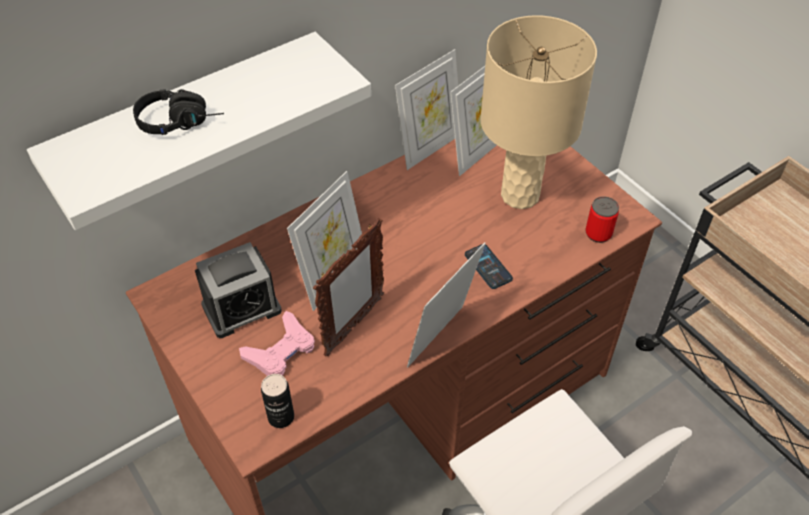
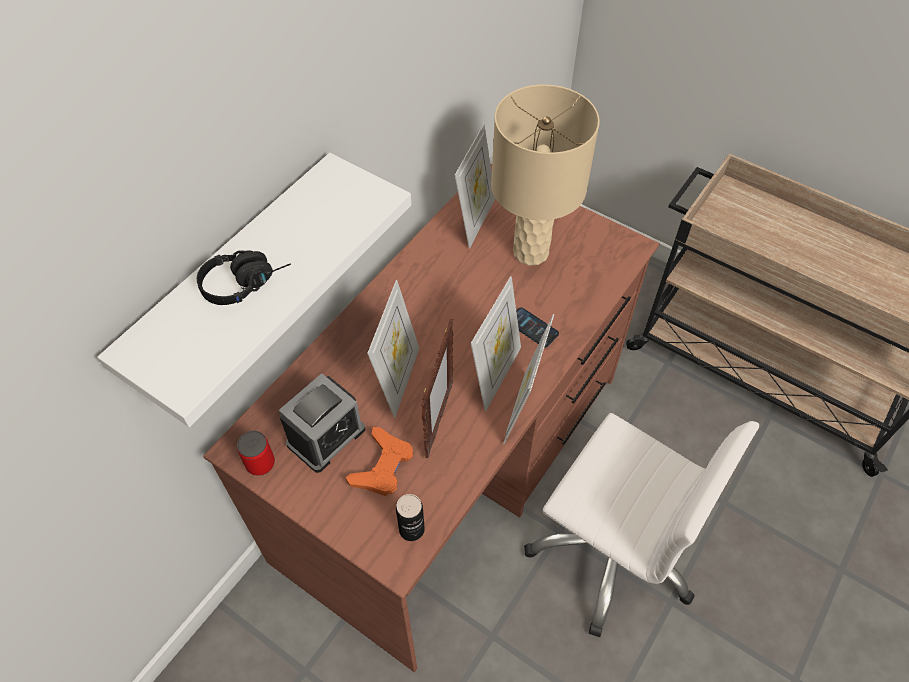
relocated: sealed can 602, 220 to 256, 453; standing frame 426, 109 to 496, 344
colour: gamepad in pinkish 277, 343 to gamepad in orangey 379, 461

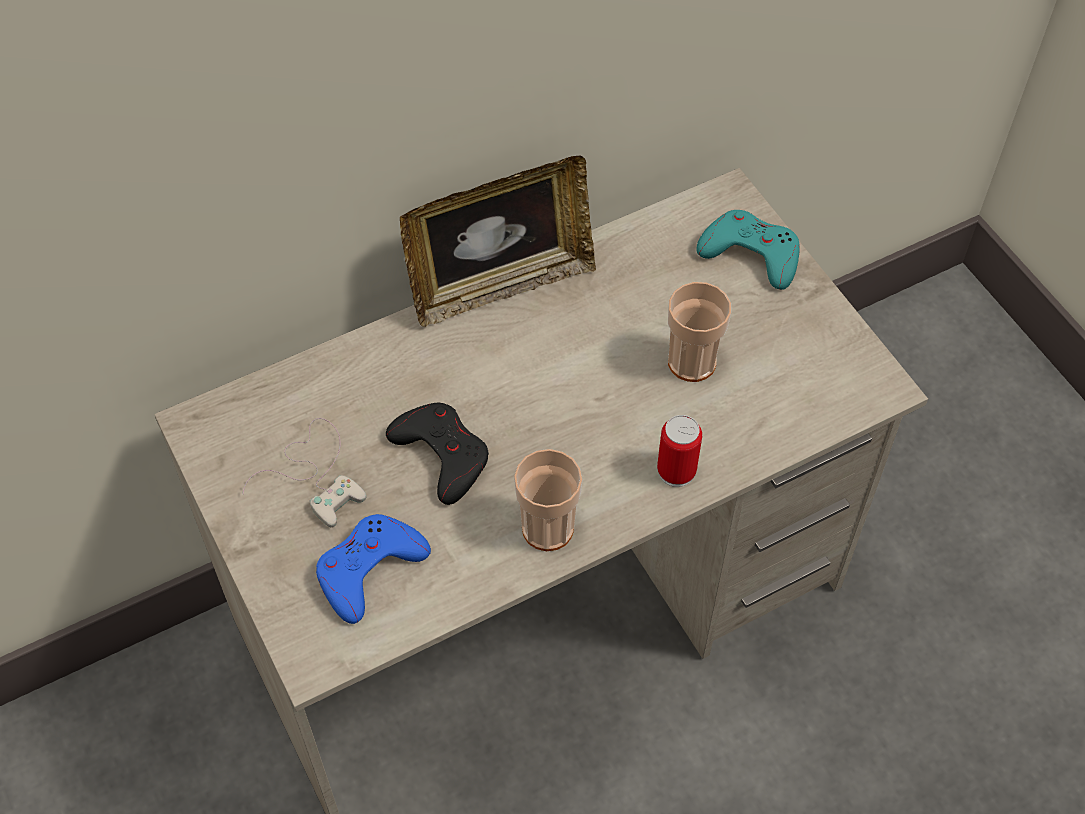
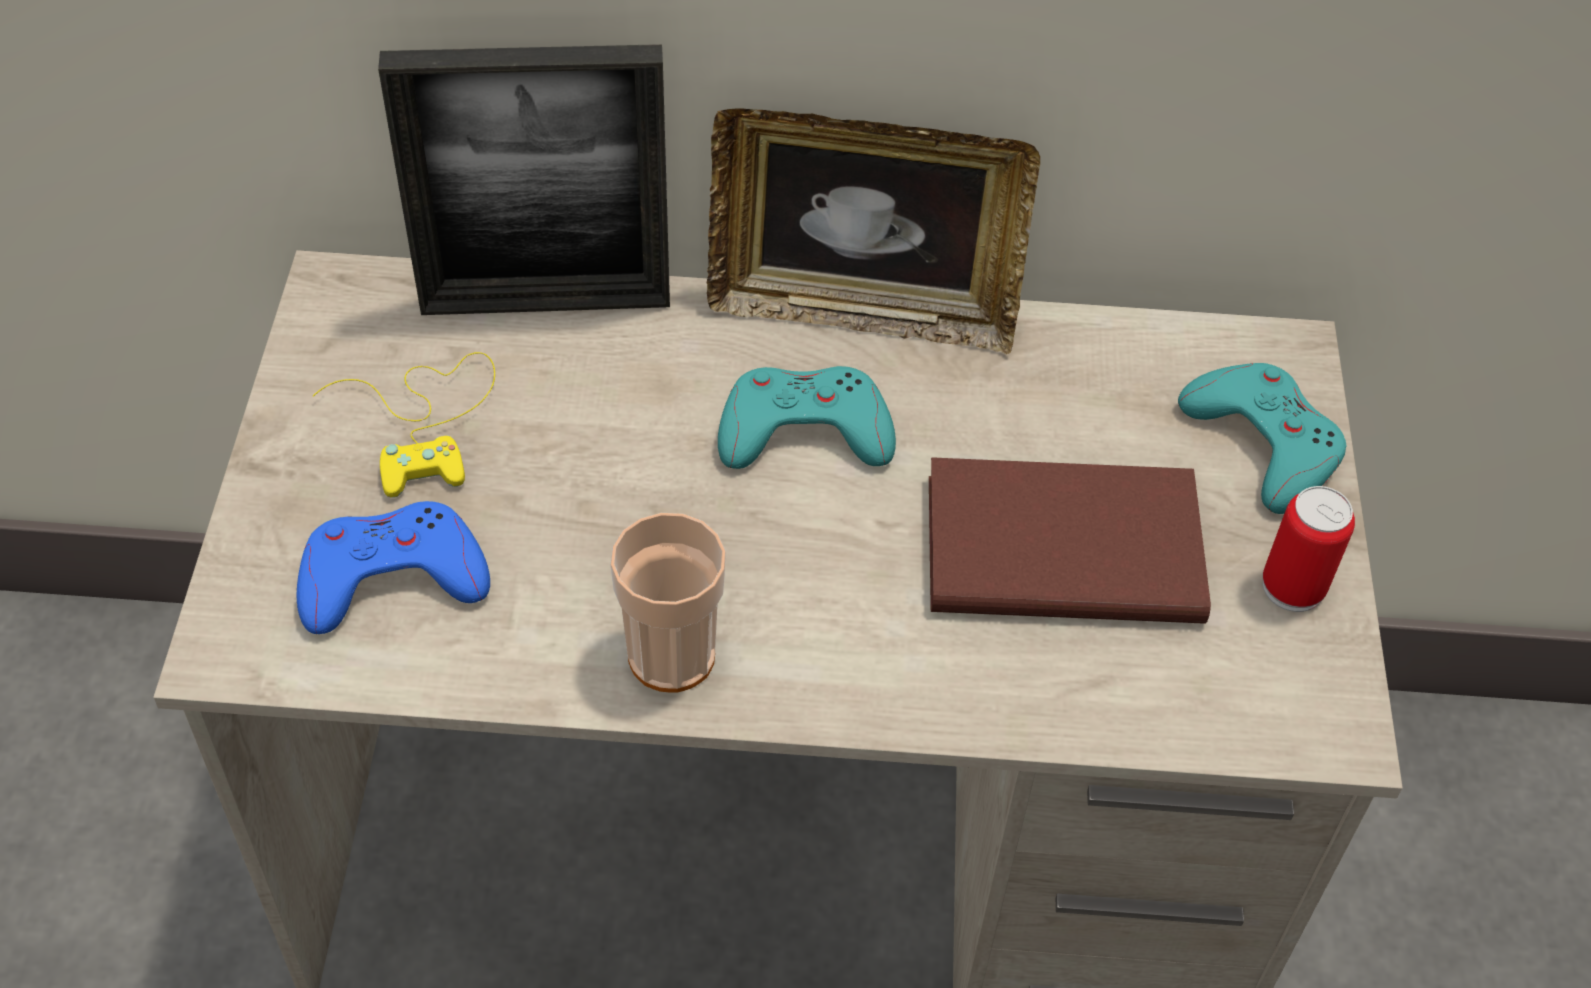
missing: gamepad in black 437, 453
appeared: standing frame 524, 179; gamepad in turquoise 807, 417
relocated: sealed can 679, 451 to 1309, 549
exchanged: drinking cup 699, 332 to book in brown 1070, 540
colour: gamepad in white-coloured 305, 472 to gamepad in yellow 404, 425

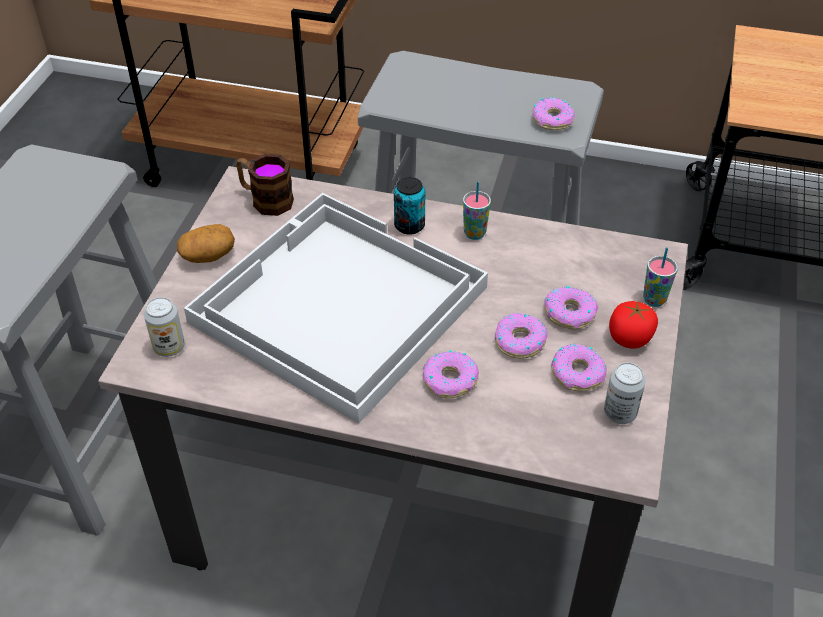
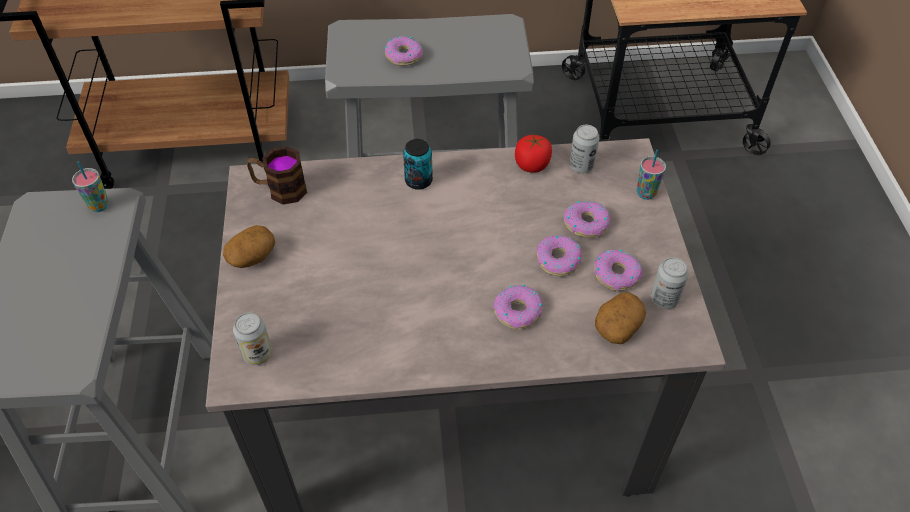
missing: serving tray in white-coloured 336, 308
appeared: sealed can 584, 149; potato 620, 318
relocated: drinking cup 477, 211 to 90, 186; doughnut 553, 113 to 404, 51; whole tomato 633, 324 to 533, 153

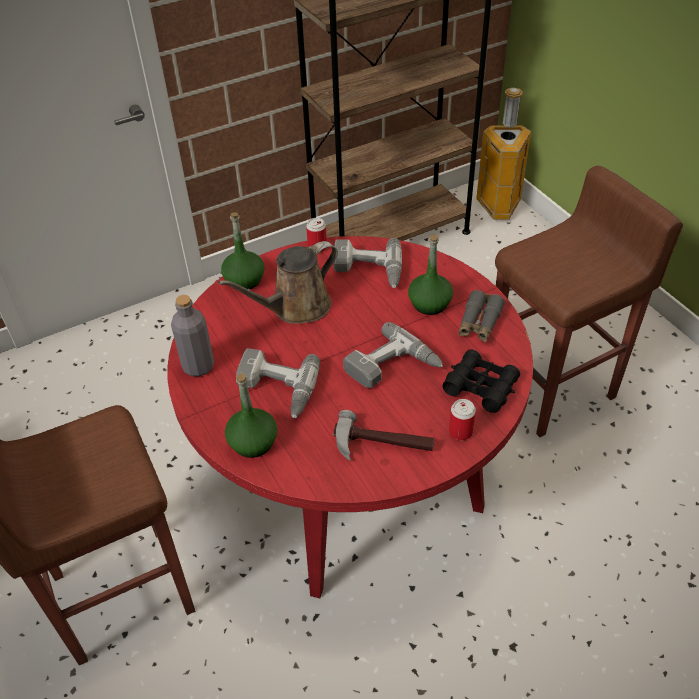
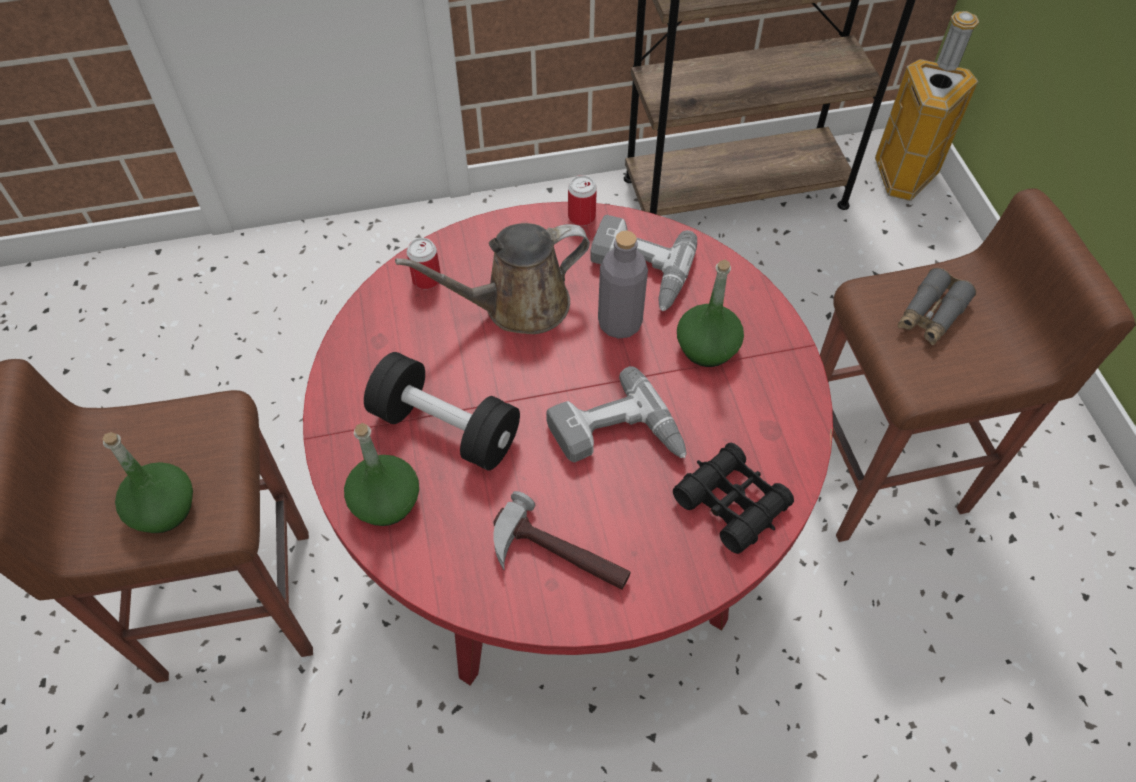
relocated: bottle in green-coloured 243, 250 to 147, 482; sealed can 462, 420 to 424, 263; bottle in grey 192, 335 to 623, 285; binoculars in grey 481, 316 to 937, 306
exchanged: drill 278, 383 to dumbbell in black 442, 411

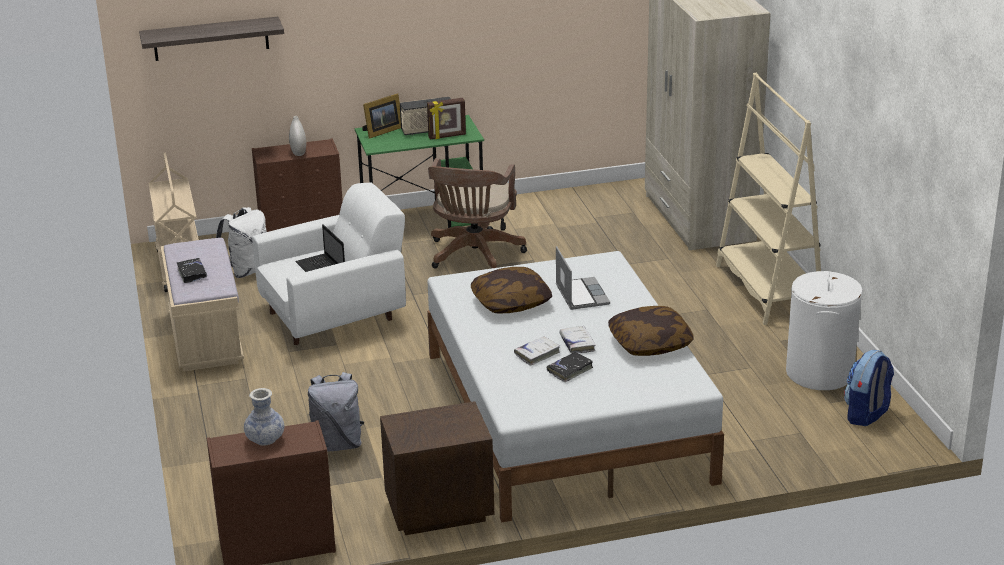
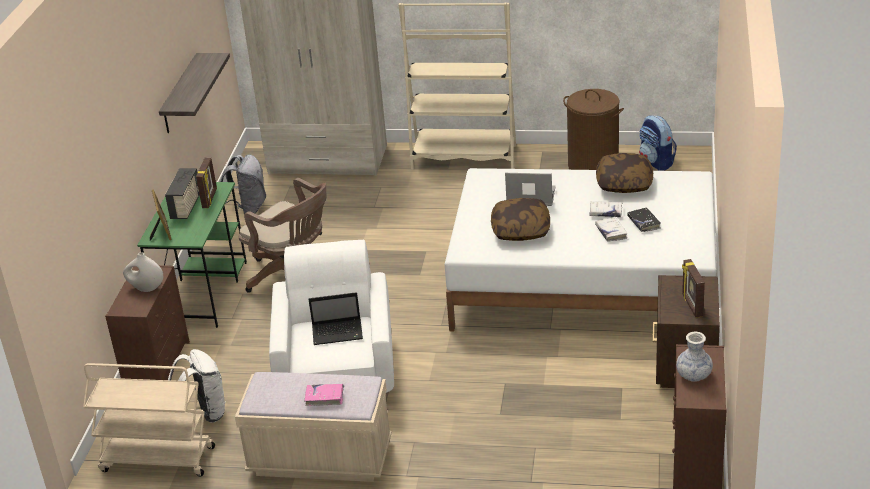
appeared: standing frame 693, 288
relocated: wall shelf 211, 39 to 194, 93; rucksack in grey 336, 412 to 243, 184
colour: book in black 192, 270 to book in pinkish 324, 395; washing basket in white-coloured 824, 330 to washing basket in brown 593, 129

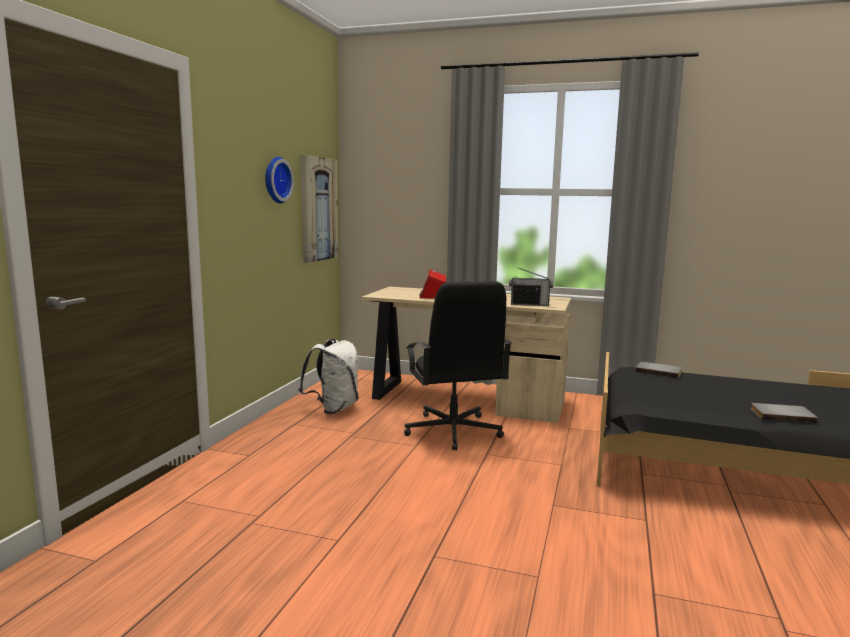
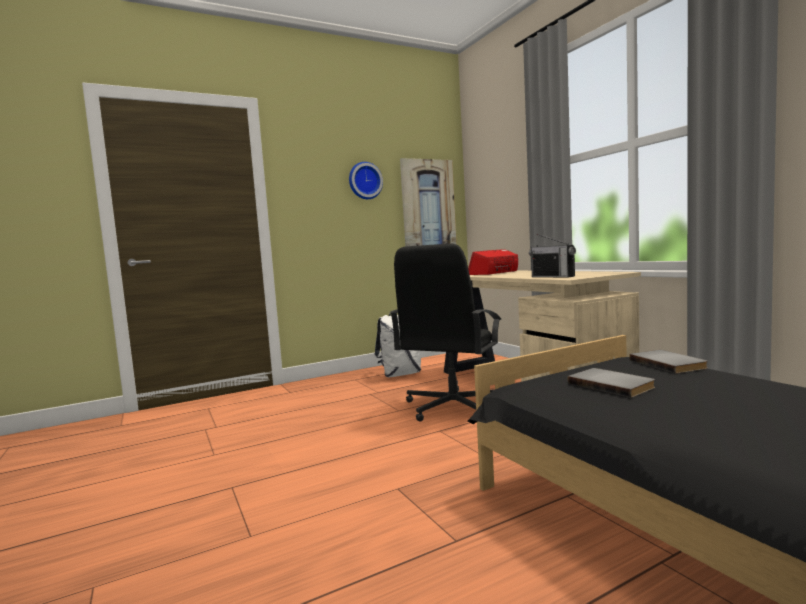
relocated: book in grey 784, 413 to 611, 383

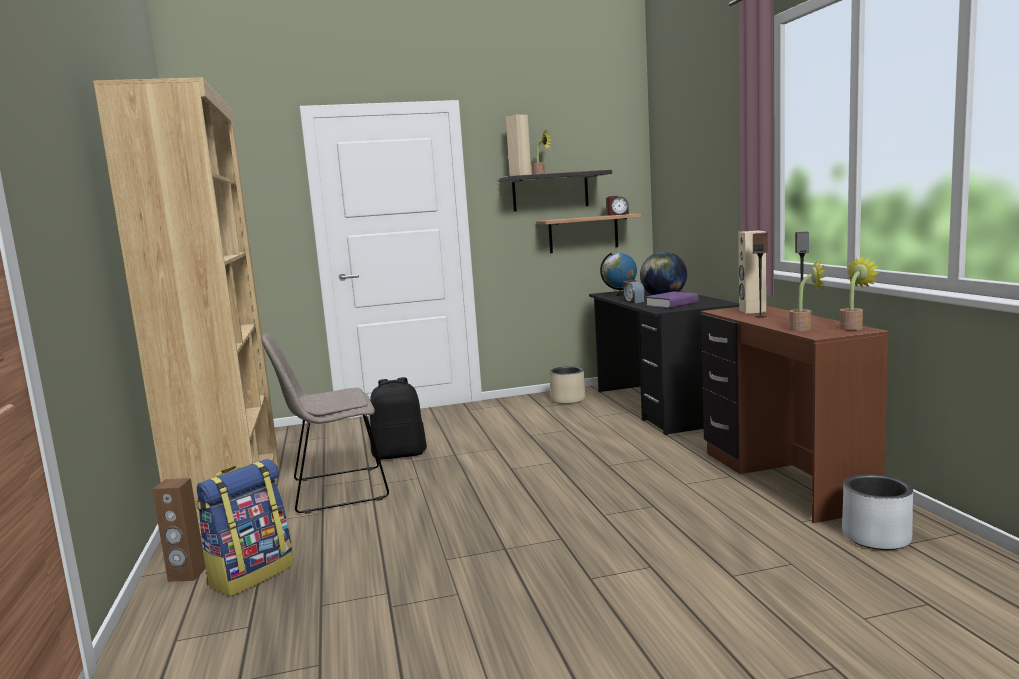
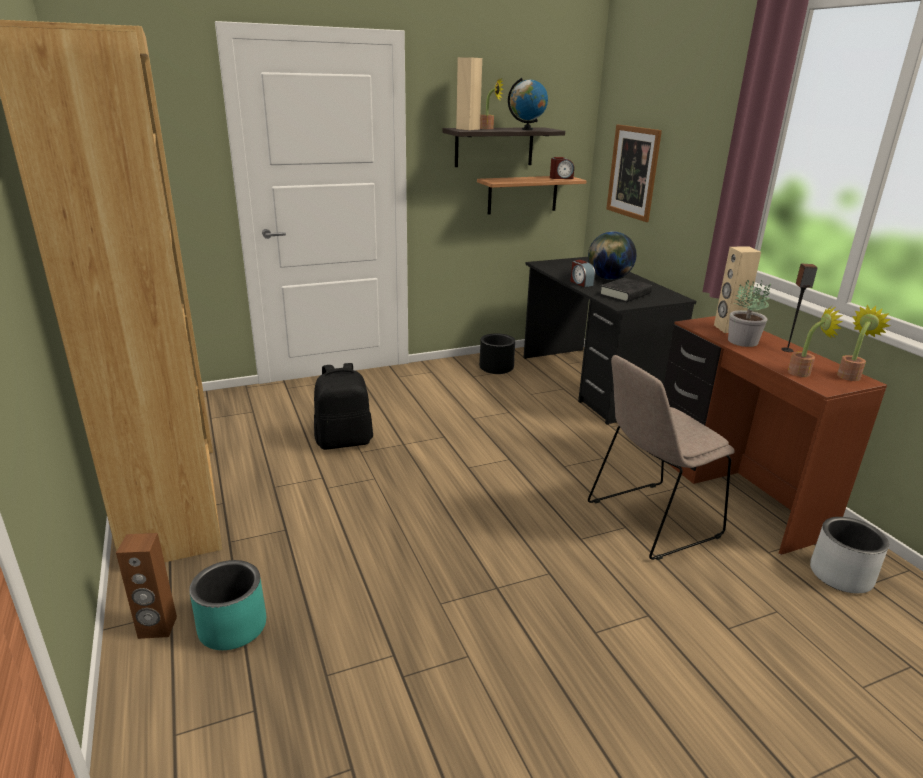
appeared: wall art 634, 173
relocated: desk globe 618, 274 to 528, 104; plain chair in sand-coloured 325, 424 to 661, 457
exchanged: rucksack 245, 527 to planter in turquoise 227, 605; speaker 760, 275 to potted plant 749, 313
colour: planter in sand-coloured 567, 385 to planter in black 497, 354; book in purplish 672, 300 to book in black 626, 290

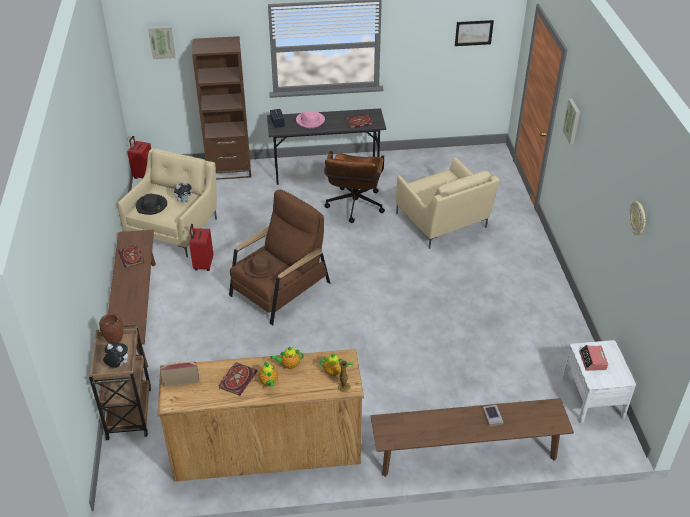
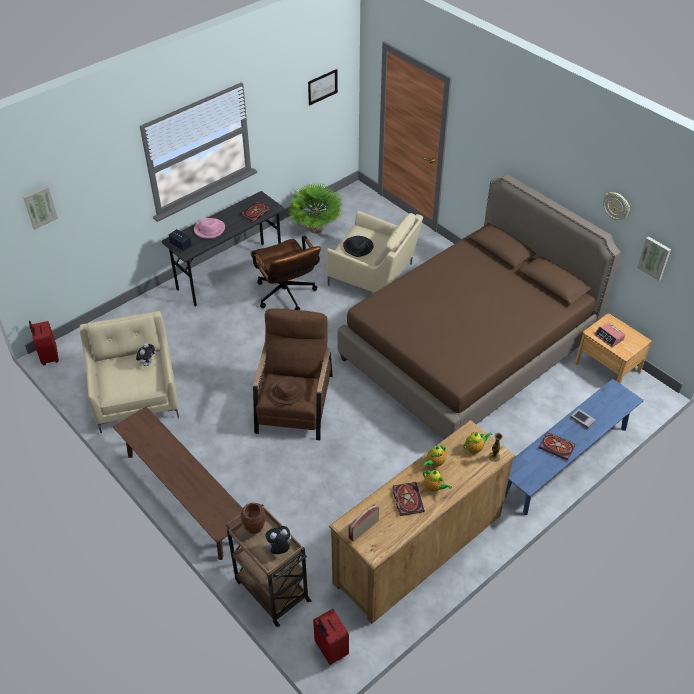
missing: shelving unit in brown 221, 108
appeared: potted plant 315, 209; bedroom bed in brown 479, 306
relocated: suitcase in red 201, 247 to 331, 637; clothing hat in black 151, 204 to 358, 246; book 131, 256 to 557, 446; wall art 571, 121 to 654, 258
colour: long seat in brown 472, 437 to long seat in bluish 574, 447; bedside table in white-coloured 599, 381 to bedside table in brown 613, 348

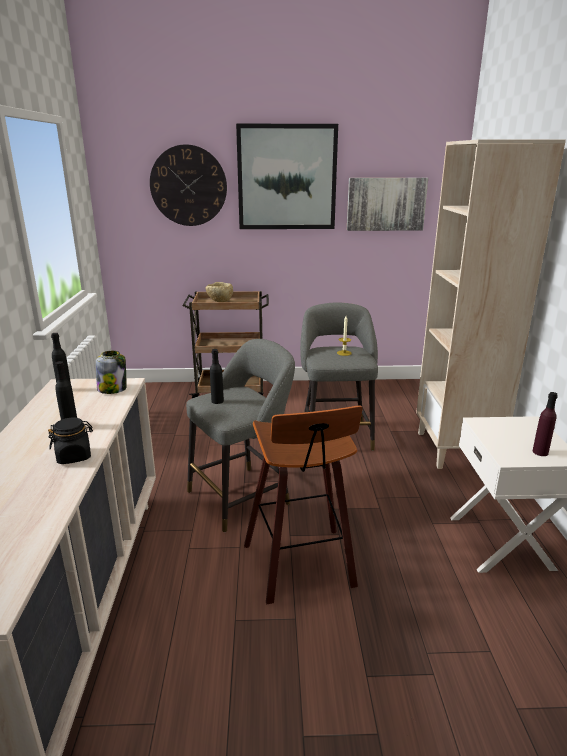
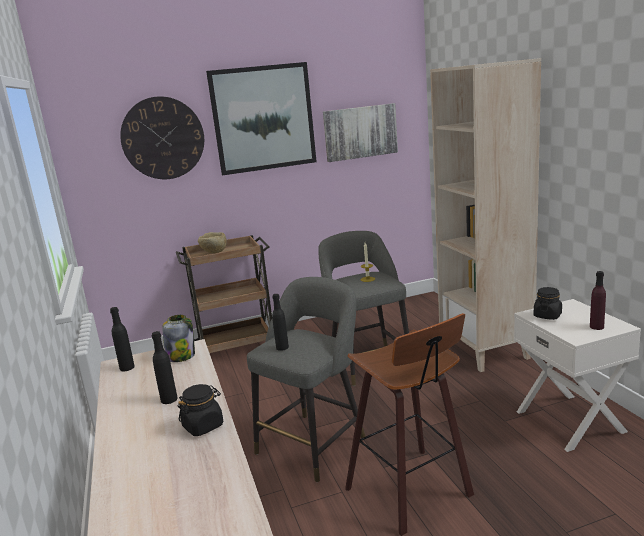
appeared: storage jar in black 547, 303

